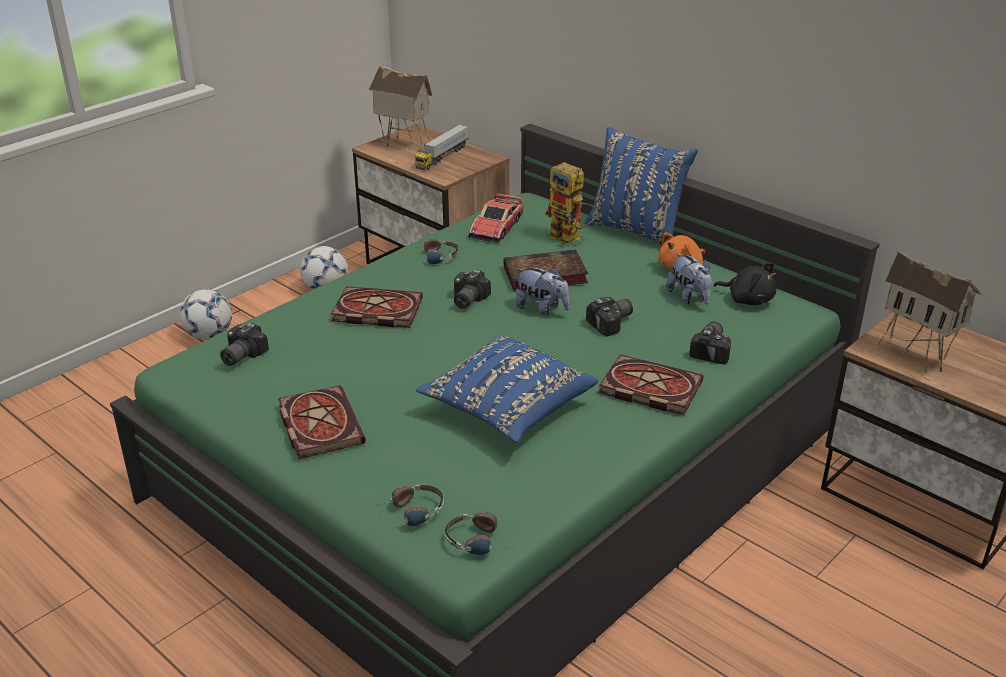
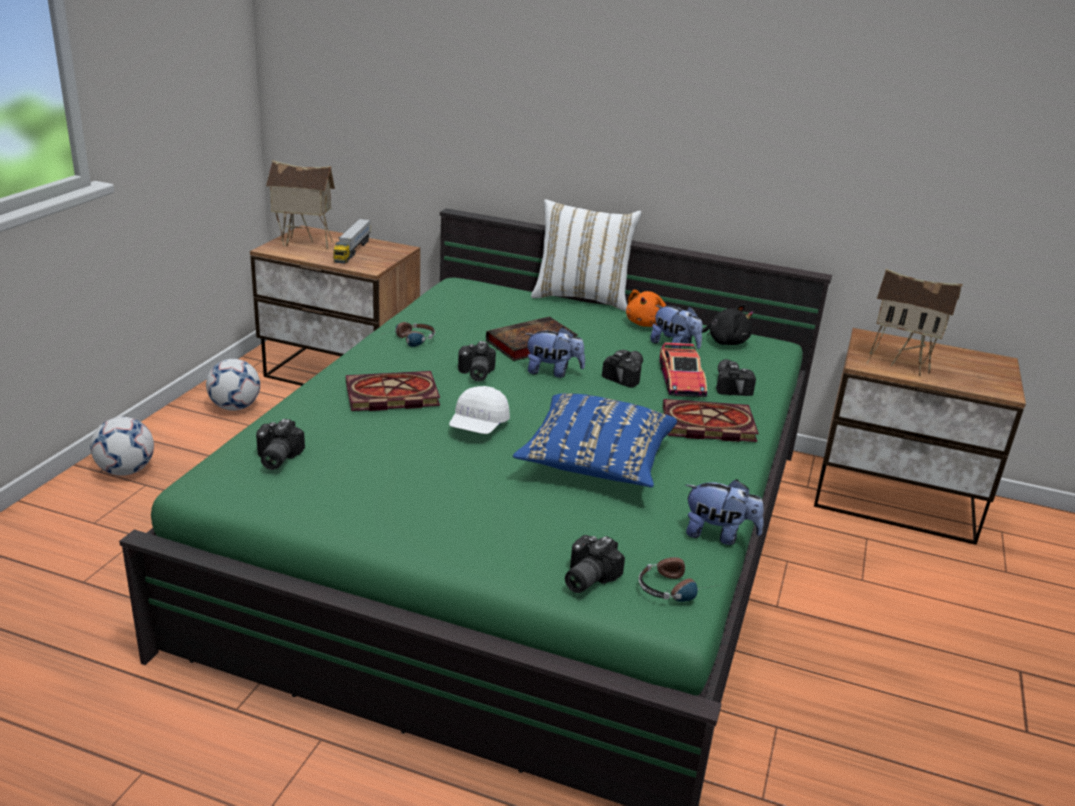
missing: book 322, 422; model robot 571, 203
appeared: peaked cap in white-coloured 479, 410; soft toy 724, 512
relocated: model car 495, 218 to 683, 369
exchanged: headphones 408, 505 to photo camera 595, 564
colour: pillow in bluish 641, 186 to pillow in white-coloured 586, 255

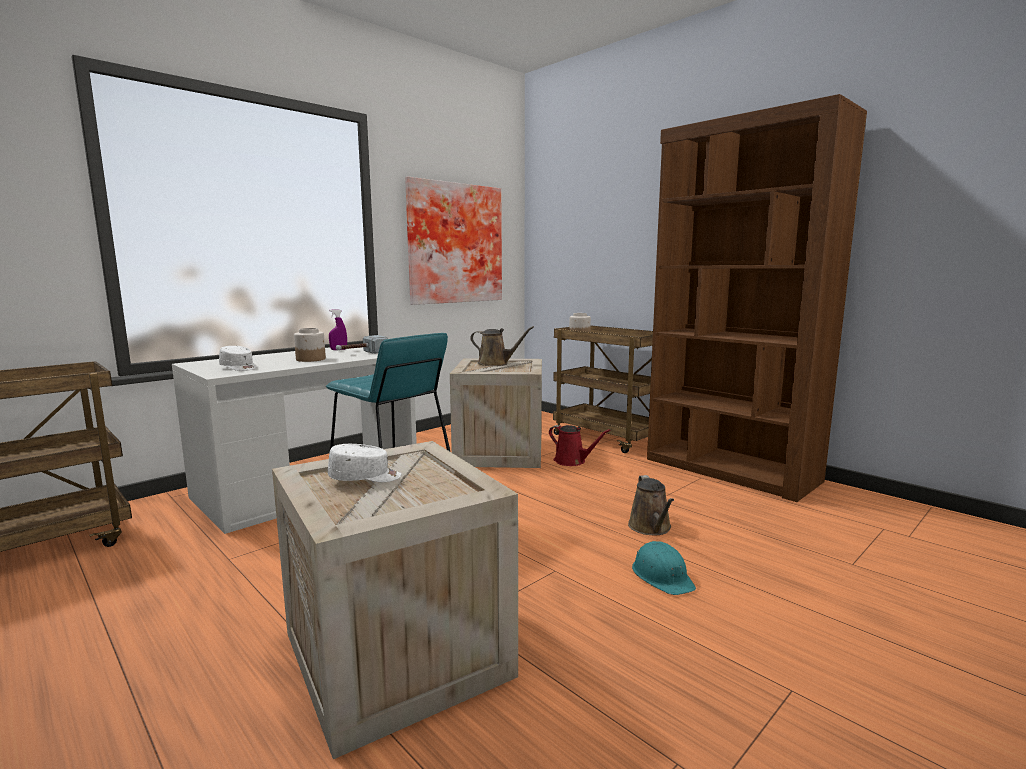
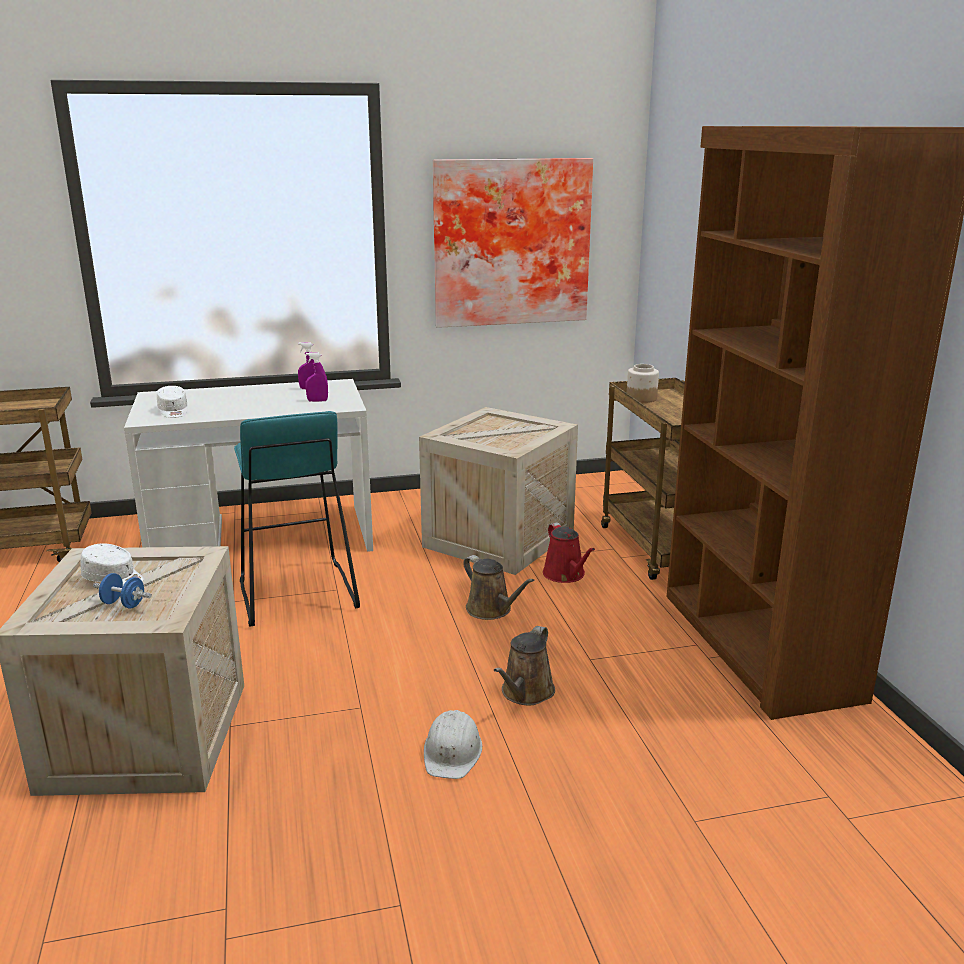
missing: storage jar 310, 345
appeared: dumbbell in bluish 122, 590
relocated: watering can in brown 502, 346 to 499, 587
exchanged: hammer 362, 344 to spray bottle in purplish 316, 377
colour: safety helmet in turquoise 664, 568 to safety helmet in white-coloured 453, 744

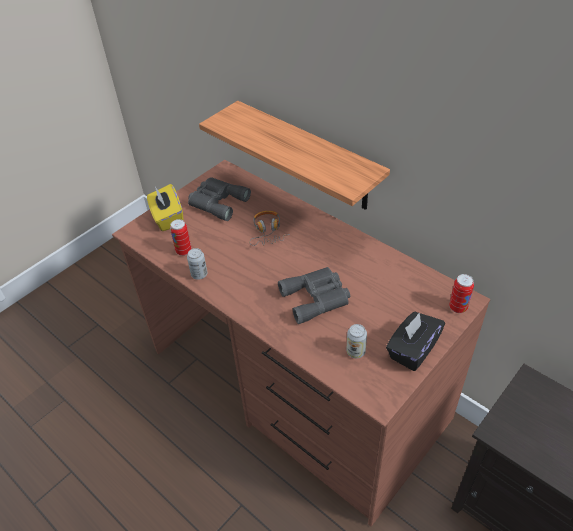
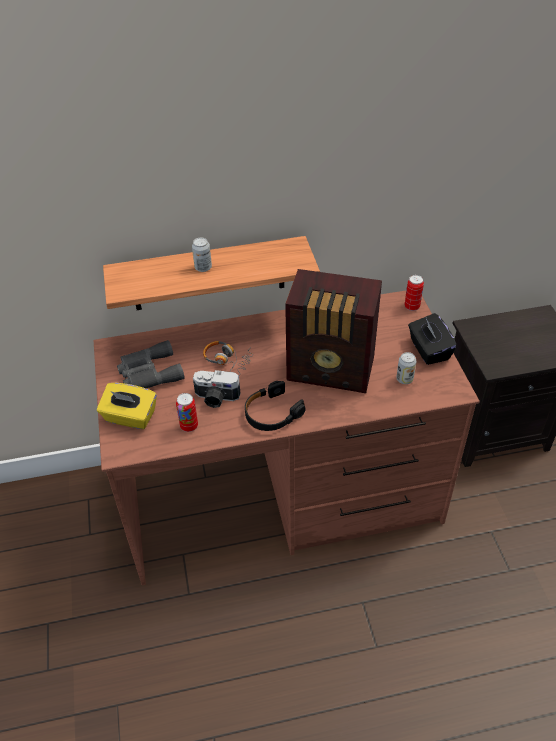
appeared: photo camera 217, 389; headphones in black 275, 406
relocated: sealed can 197, 264 to 202, 255
exchanged: binoculars in grey 314, 295 to radio set 333, 331

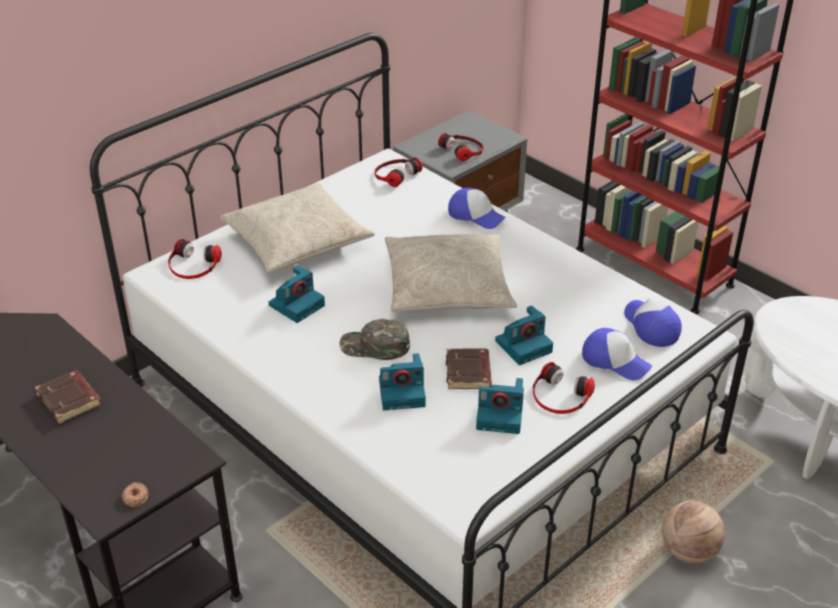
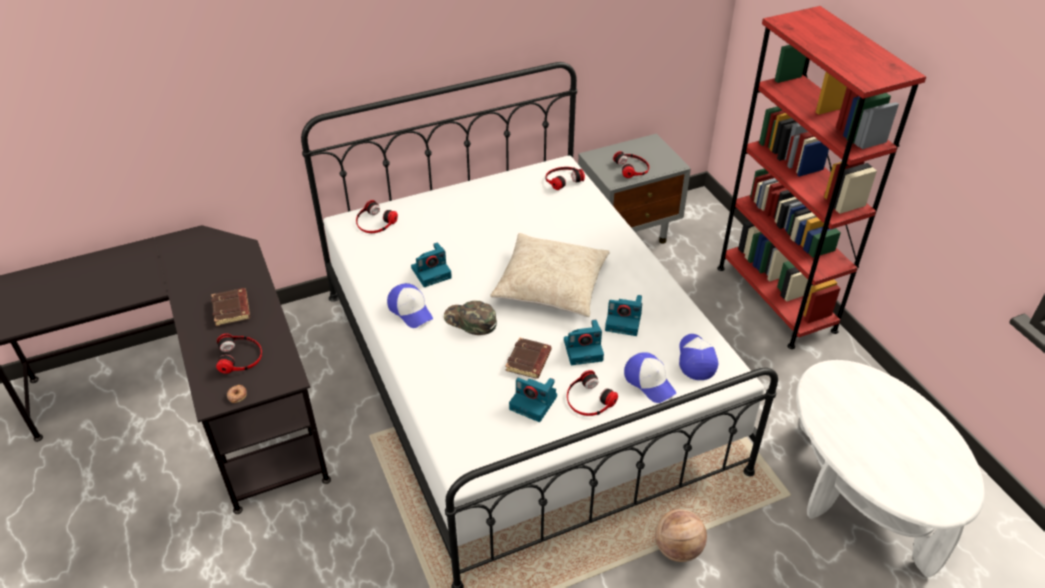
missing: pillow in sand-coloured 297, 227
appeared: headphones 239, 354
relocated: peaked cap 477, 208 to 410, 305; photo camera 402, 381 to 623, 315

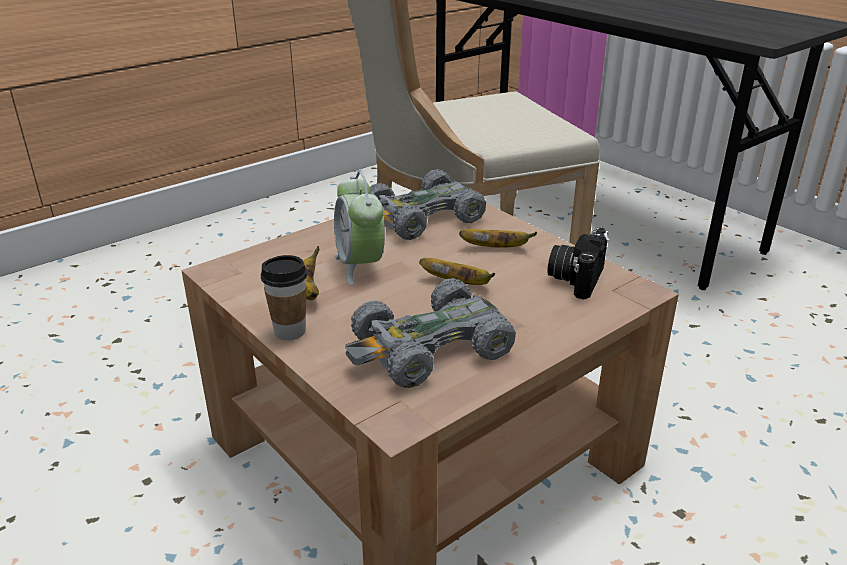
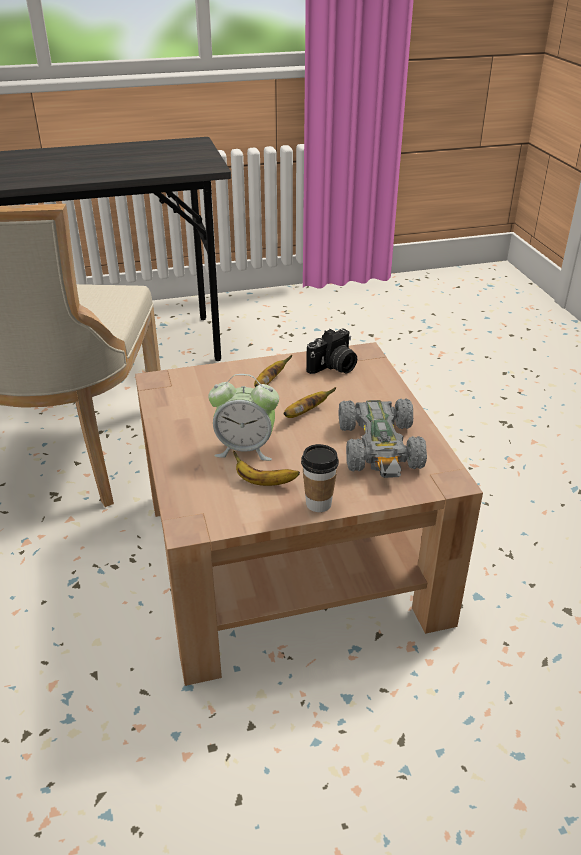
missing: model car in grey 427, 204
spun: photo camera 578, 263 = 331, 351 90 degrees counterclockwise

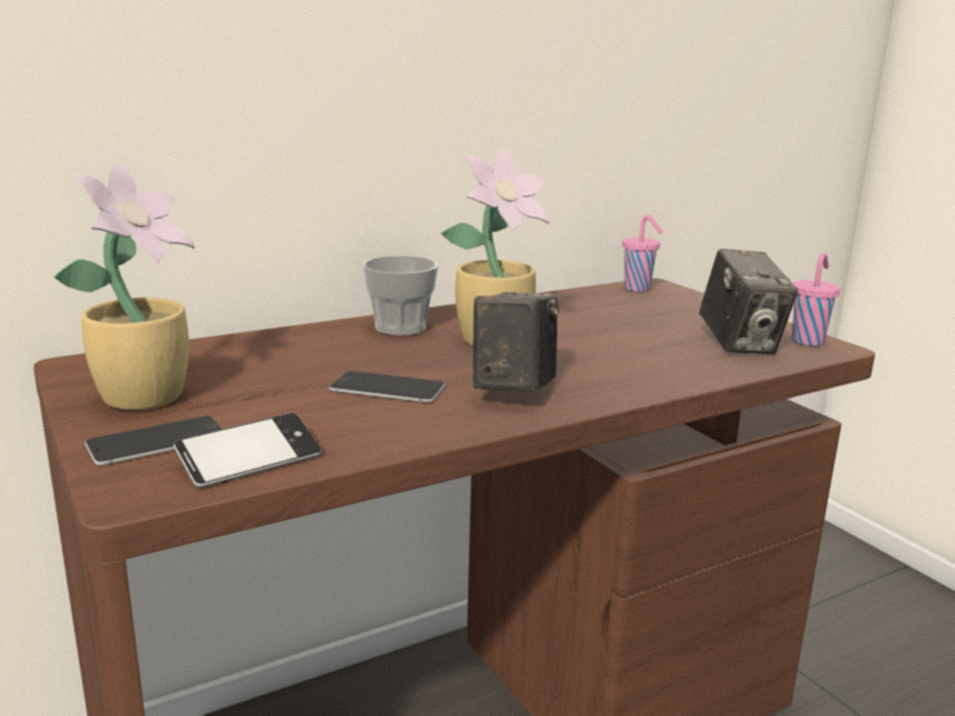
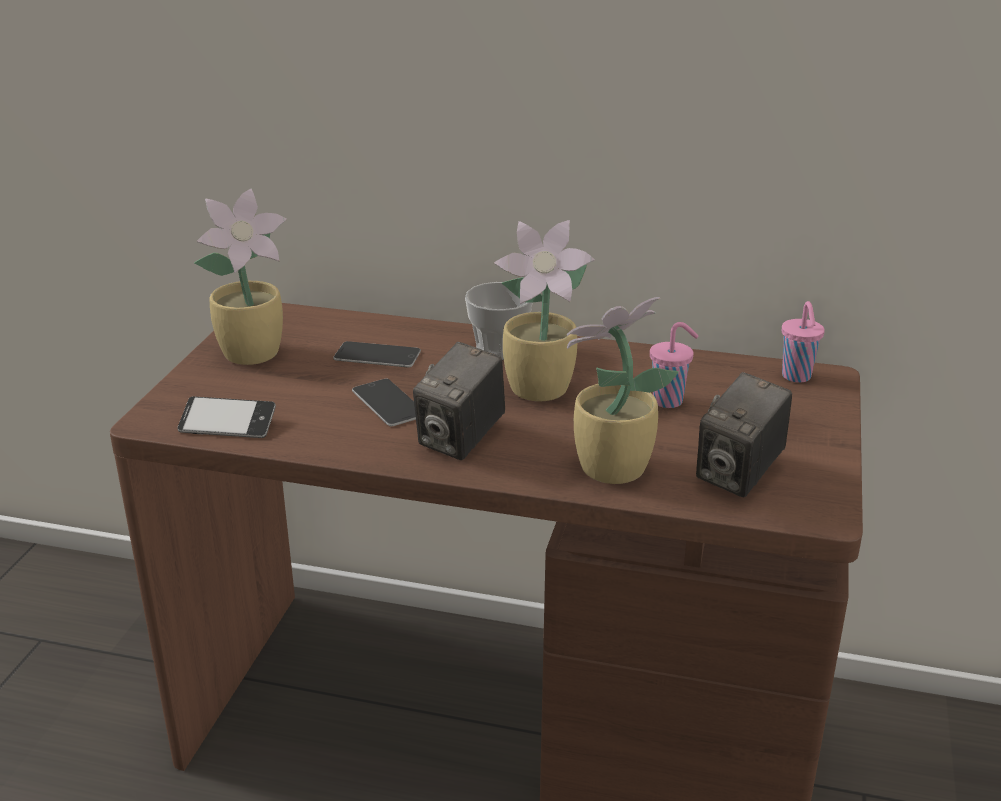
appeared: potted plant 622, 390
relocated: telephone 154, 441 to 377, 354; drinking cup in pinkish 816, 299 to 674, 365
spun: photo camera 515, 342 = 459, 401 150 degrees clockwise

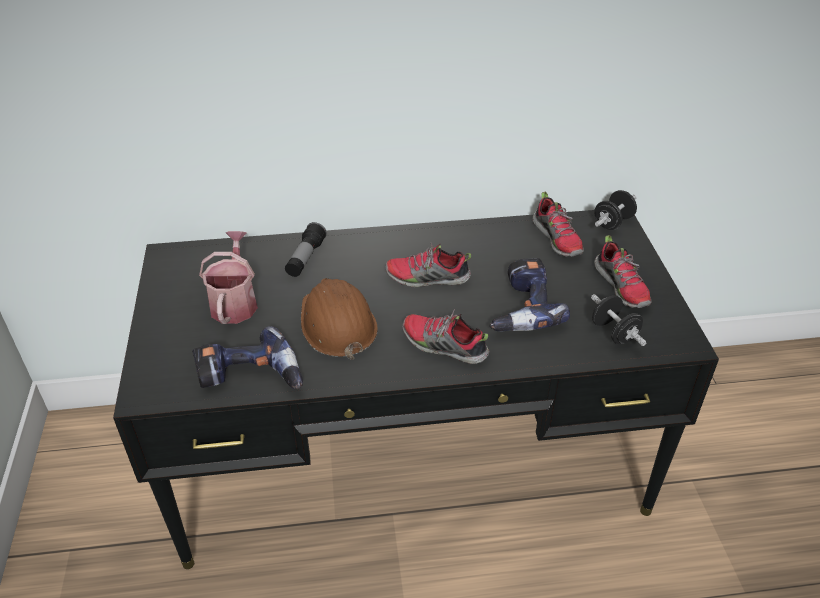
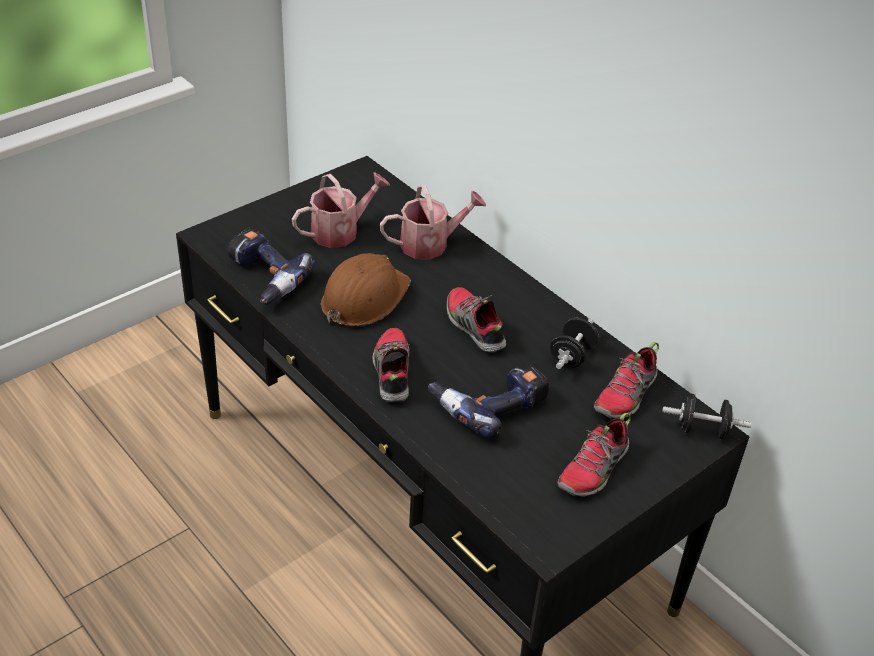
relocated: dumbbell in black 618, 320 to 574, 343
exchanged: hand torch 306, 249 to watering can 433, 222

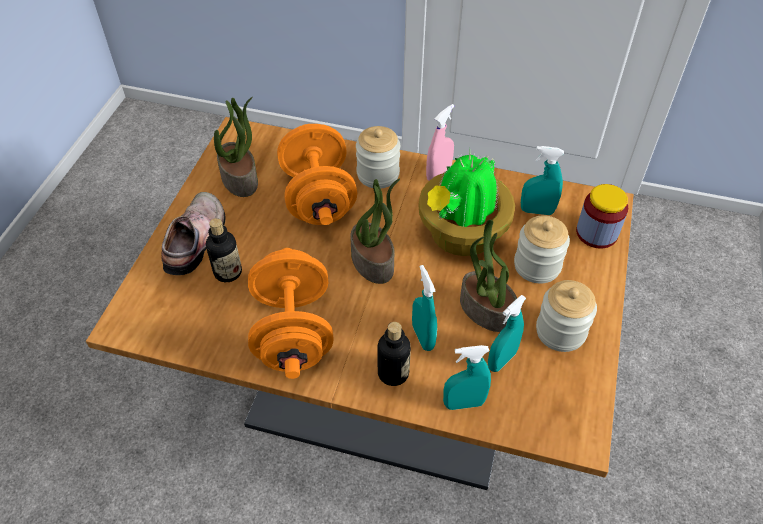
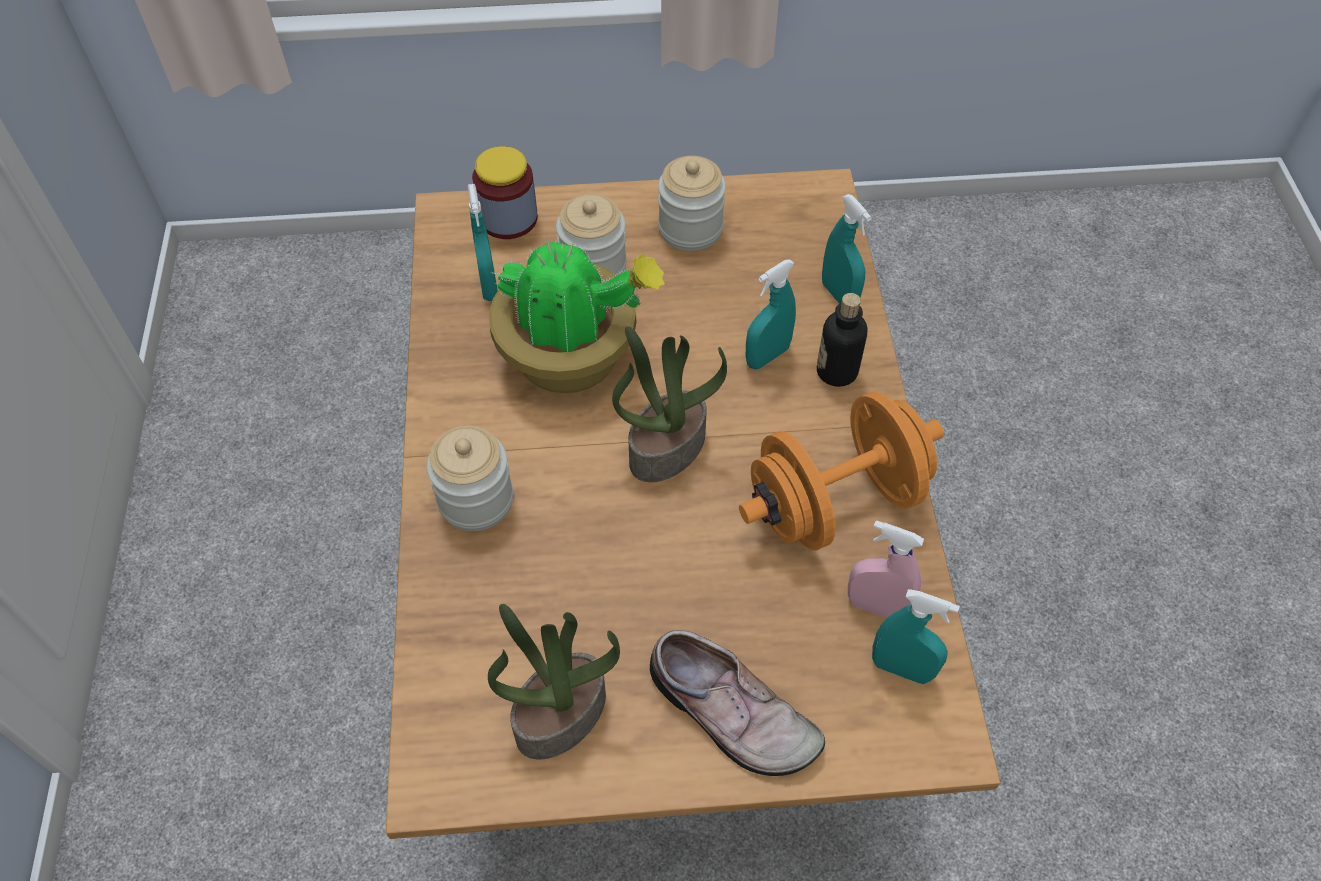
missing: bottle 224, 250; dumbbell in orangey 317, 174; potted plant 488, 276
relocated: spray bottle in pinkish 440, 142 to 886, 569; spray bottle in turquoise 507, 333 to 916, 636
spun: low shoe 193, 233 = 737, 703 135 degrees counterclockwise

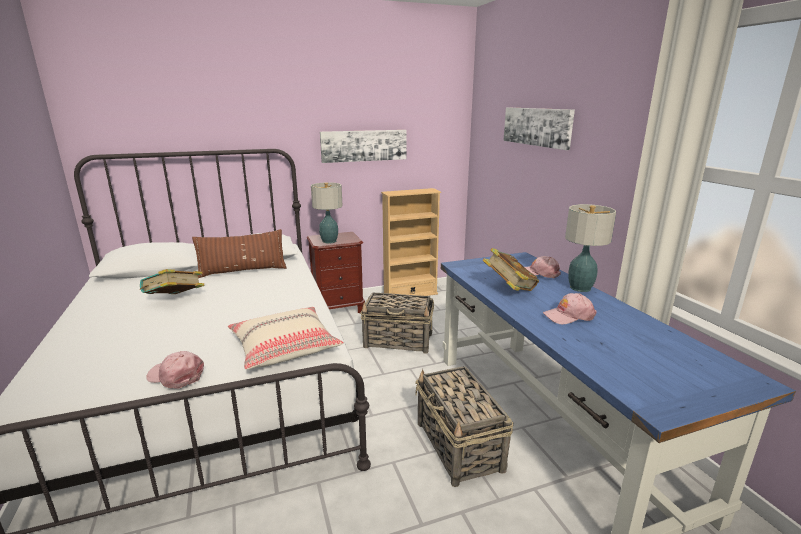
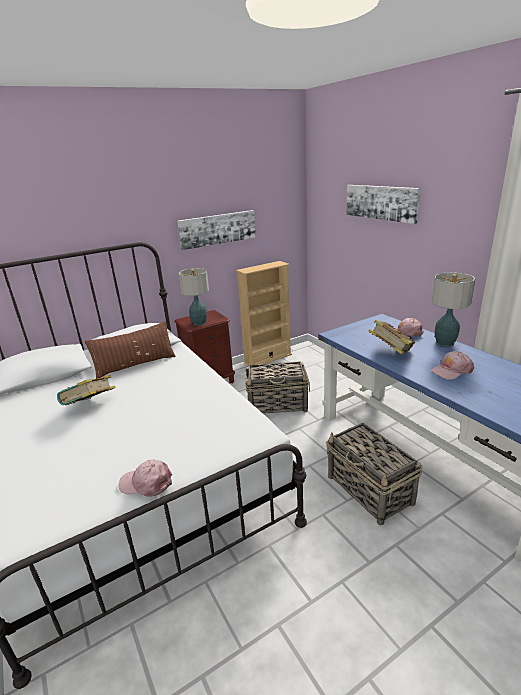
missing: pillow in sand-coloured 286, 338

